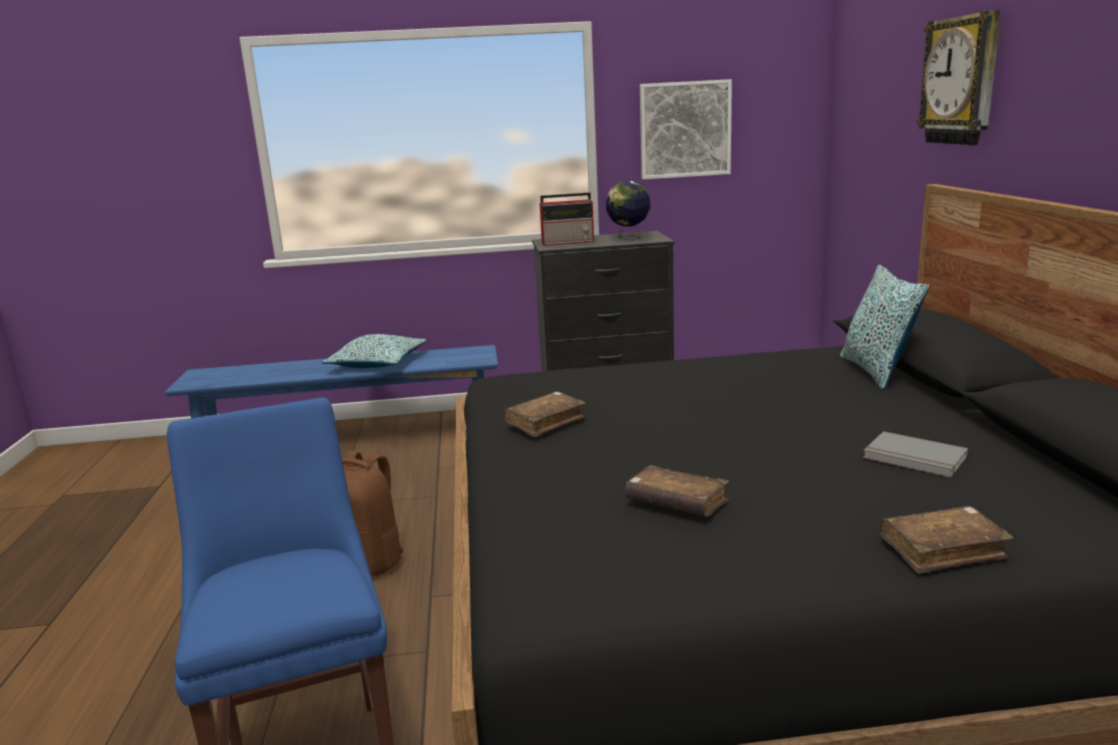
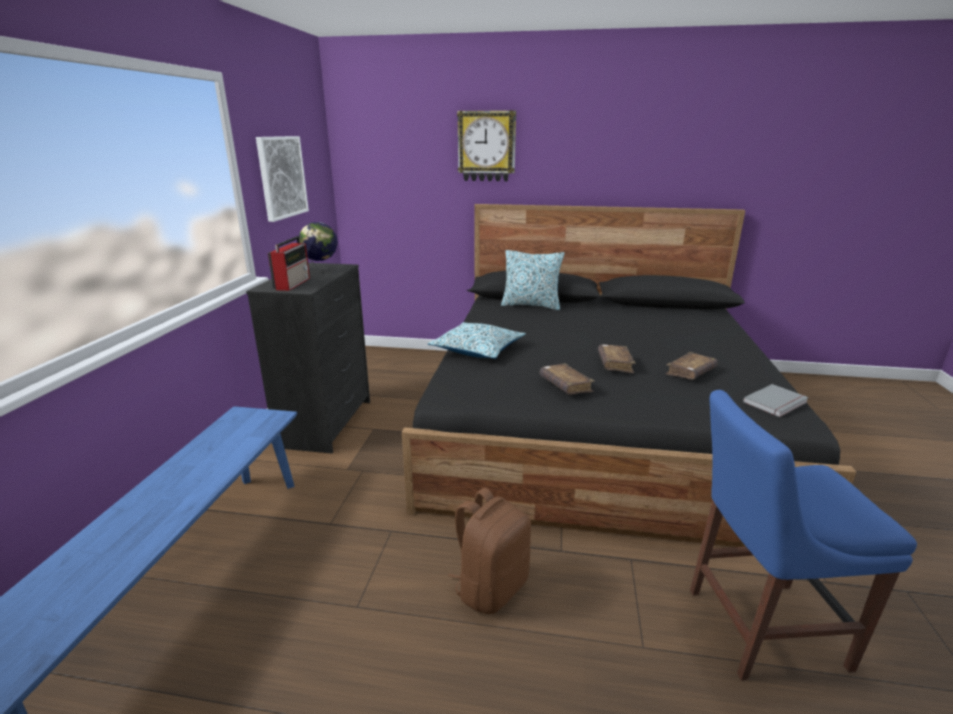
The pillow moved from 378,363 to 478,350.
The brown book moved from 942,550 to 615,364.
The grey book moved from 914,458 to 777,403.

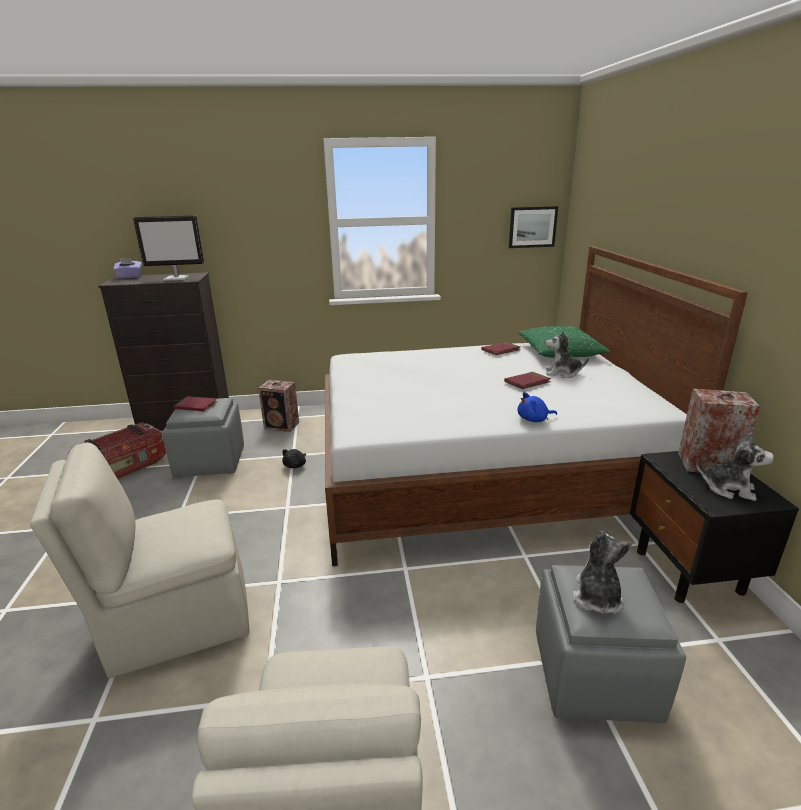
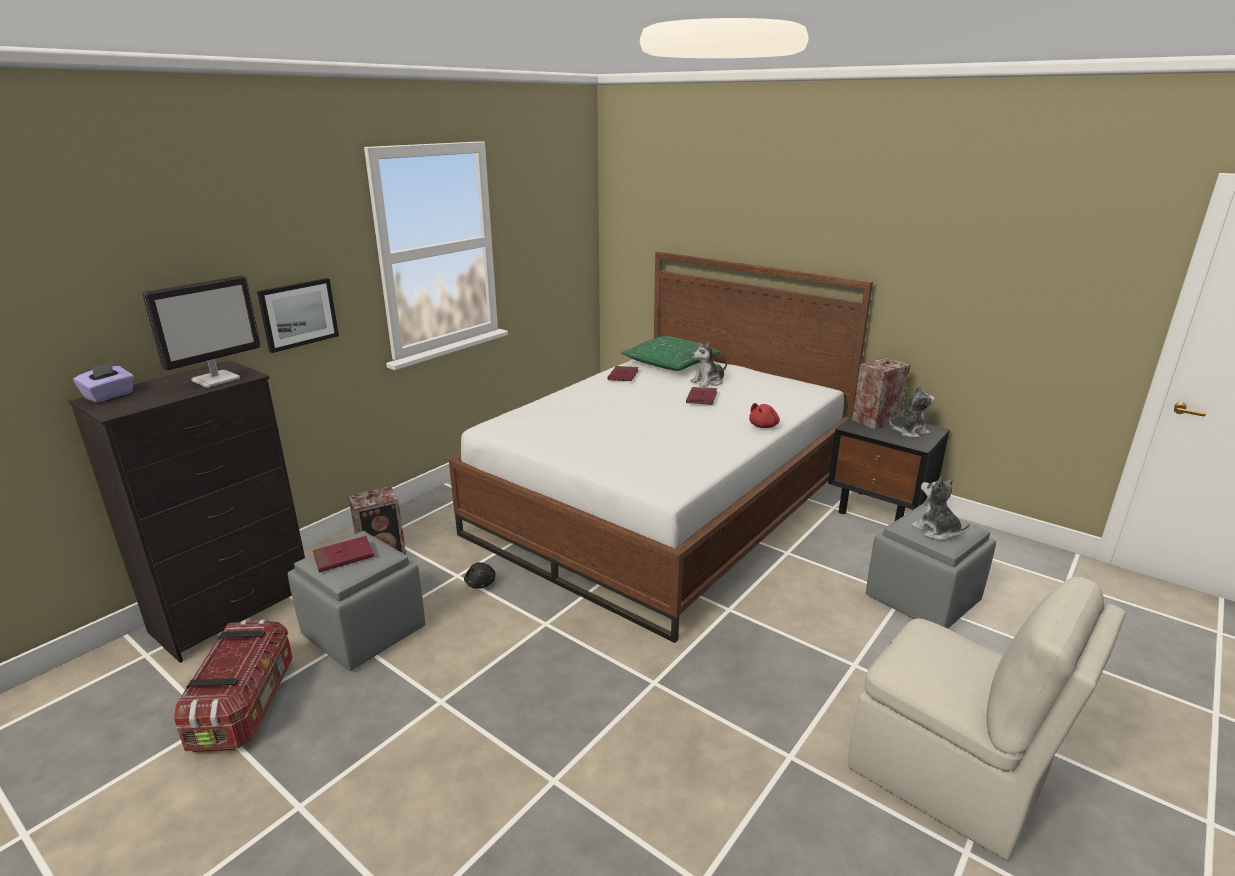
The picture moved from 532,227 to 298,314.
The blue plush toy at 534,419 became the red plush toy at 764,426.
The beige chair at 175,620 disappeared.

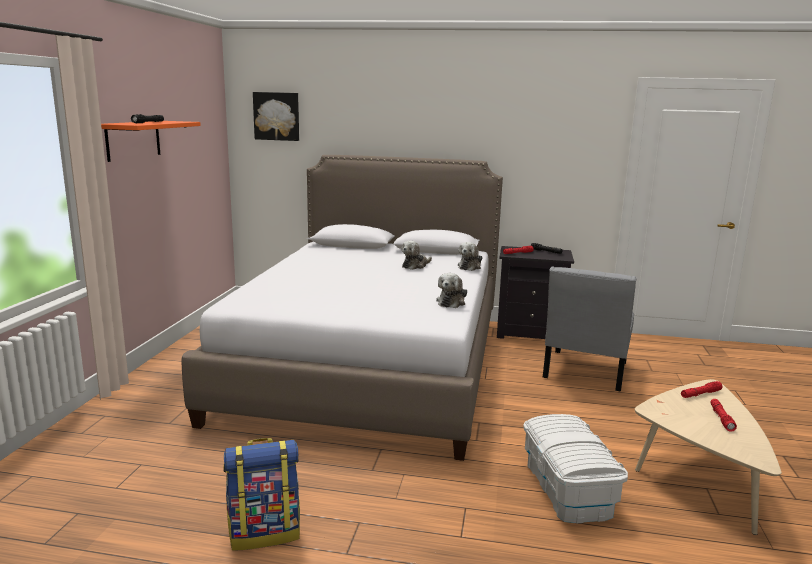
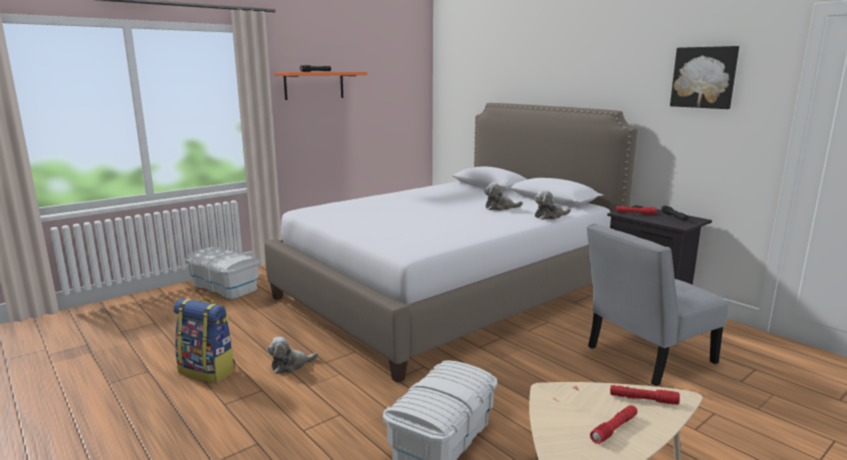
The white storage box at 224,287 appeared.
The plush toy moved from 451,302 to 290,365.
The picture moved from 277,116 to 704,77.

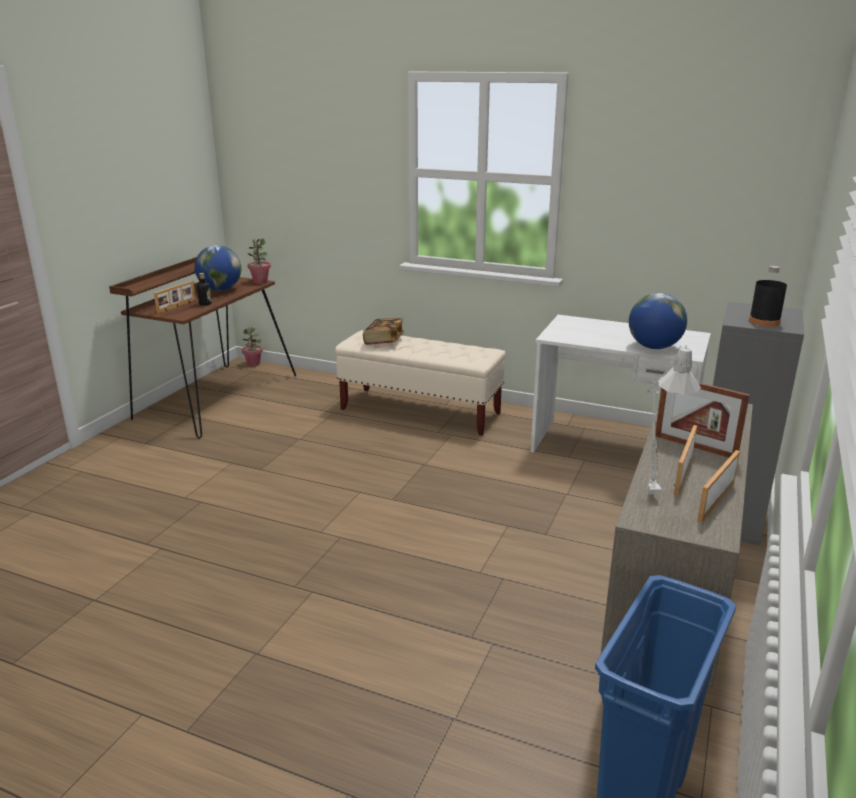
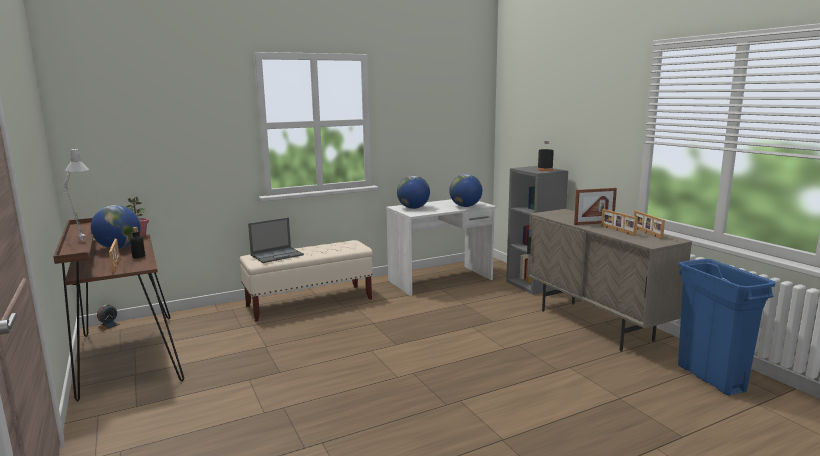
The grey table lamp moved from 649,489 to 79,240.
The potted plant at 253,364 was replaced by the alarm clock at 108,325.
The book at 384,341 was replaced by the laptop at 277,255.
The globe at 413,208 appeared.

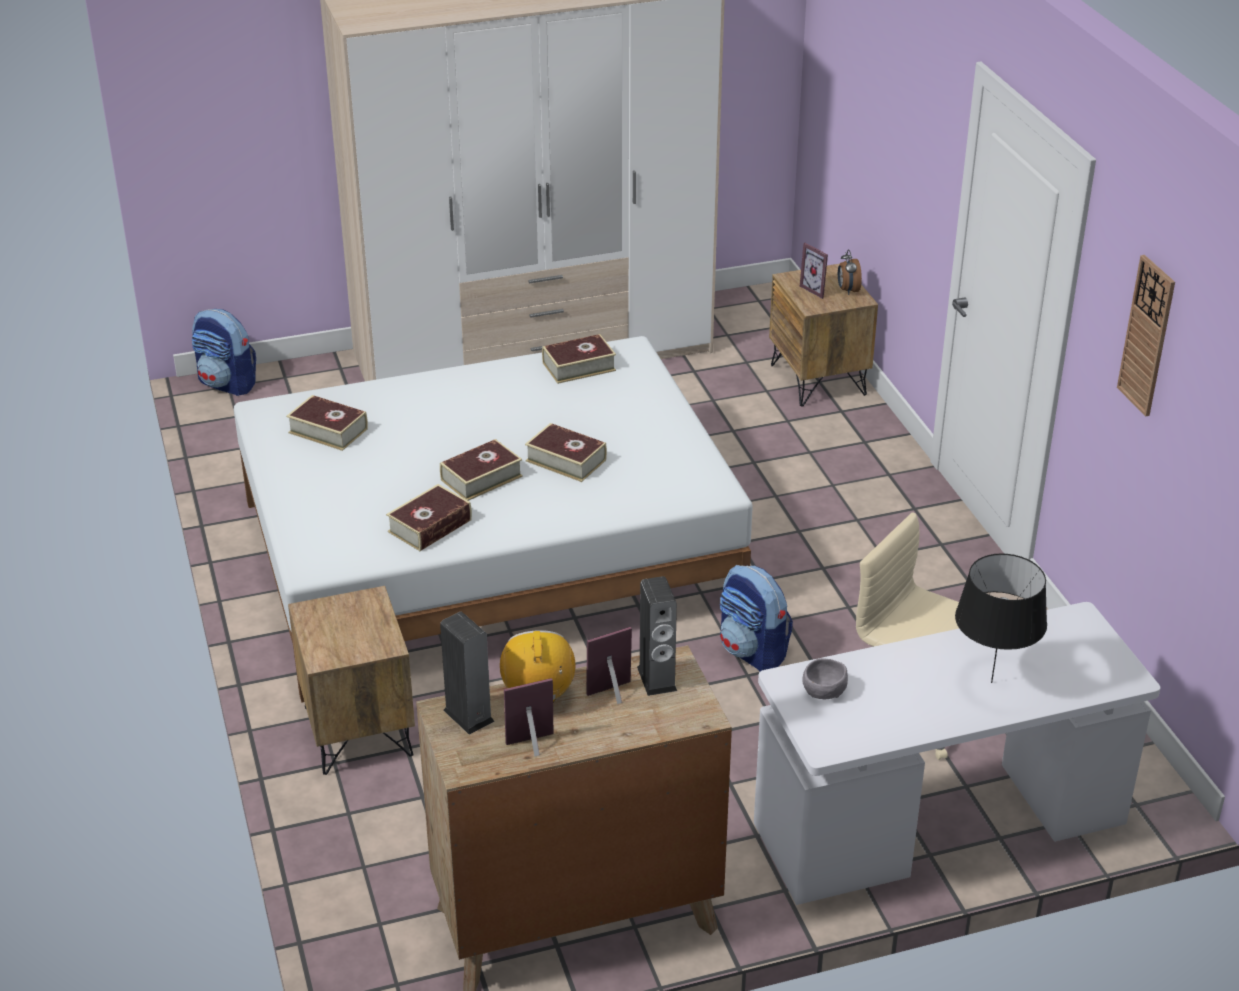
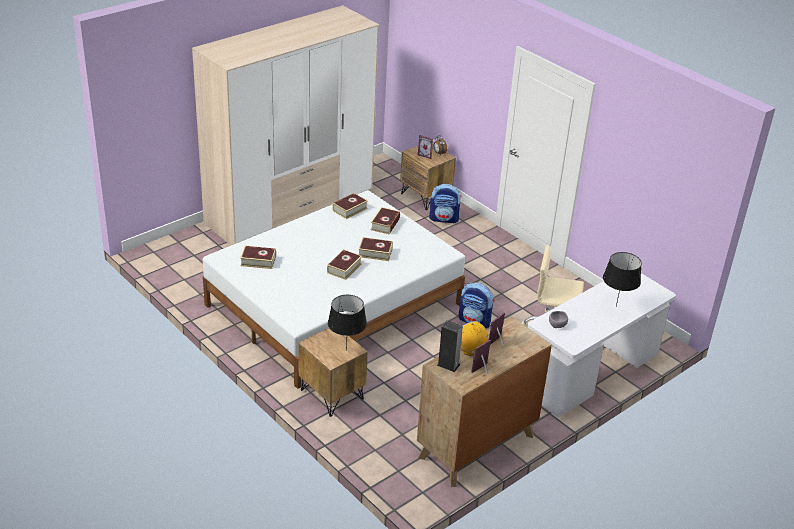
The black table lamp at 346,350 appeared.
The book moved from 430,526 to 385,224.
The backpack moved from 228,384 to 444,219.
The speaker at 657,678 disappeared.
The wall clock at 1147,336 disappeared.

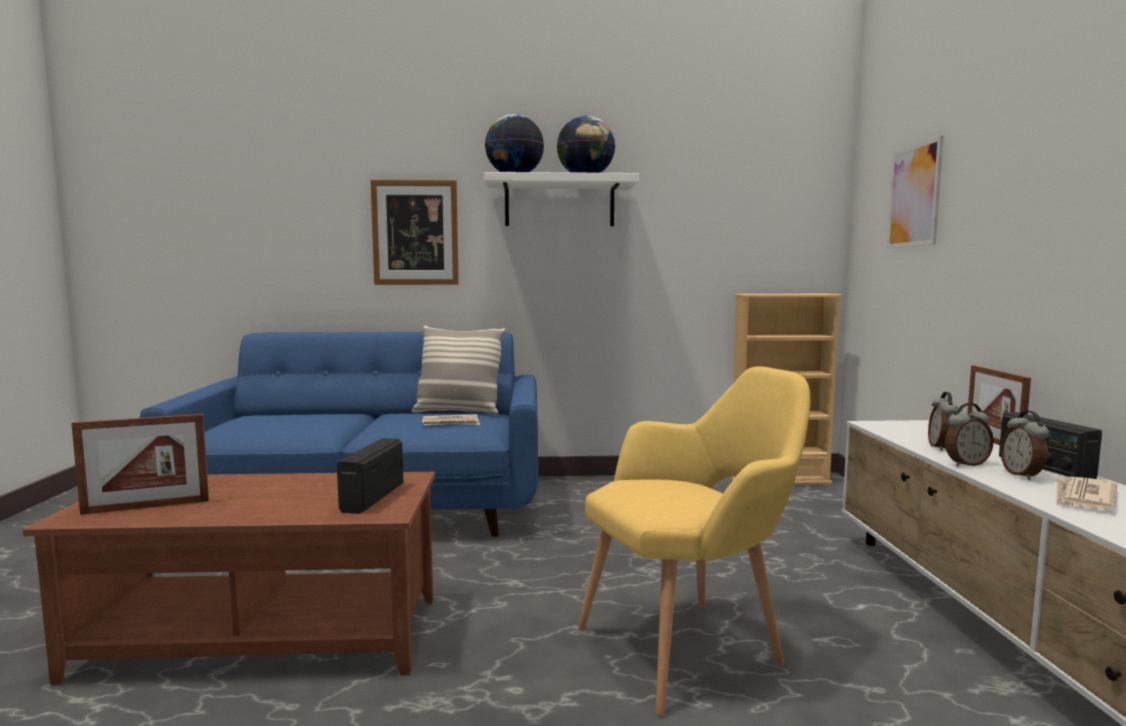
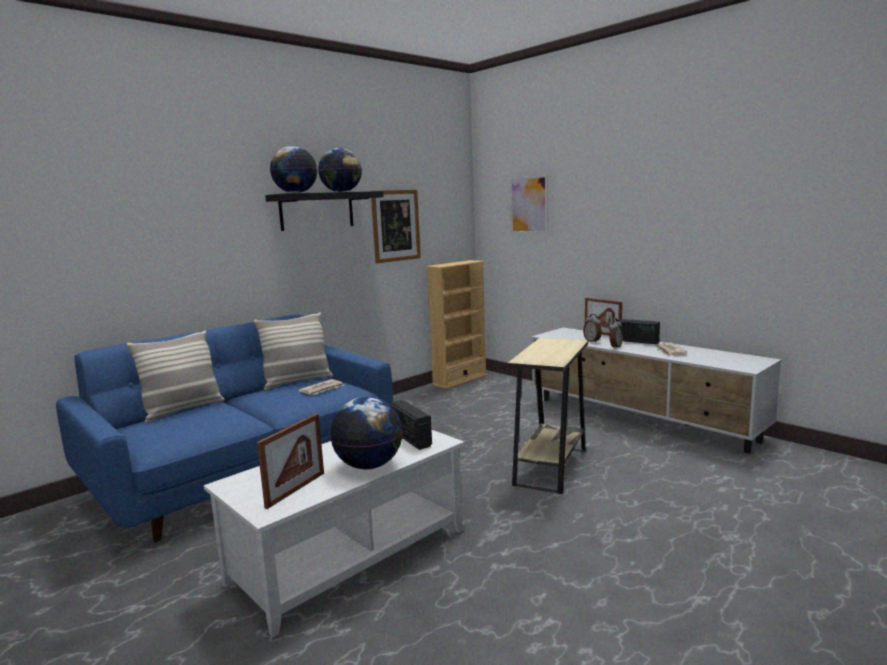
The pillow at 183,410 appeared.
The brown coffee table at 265,636 became the white coffee table at 349,555.
The white shelf at 559,203 became the black shelf at 317,211.
The globe at 369,465 appeared.
The picture moved from 415,233 to 395,225.
The yellow armchair at 692,647 was replaced by the beige side table at 550,467.
The alarm clock at 1022,475 disappeared.

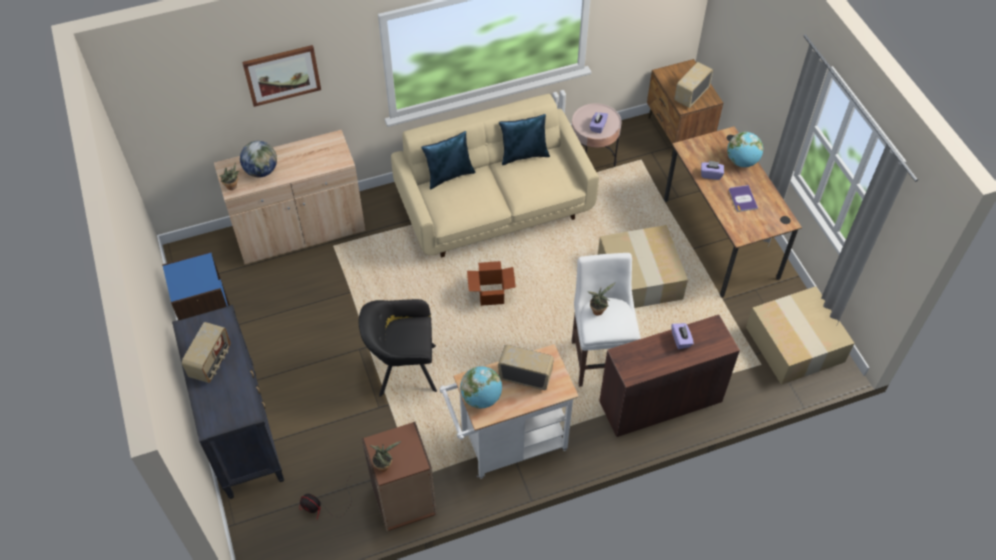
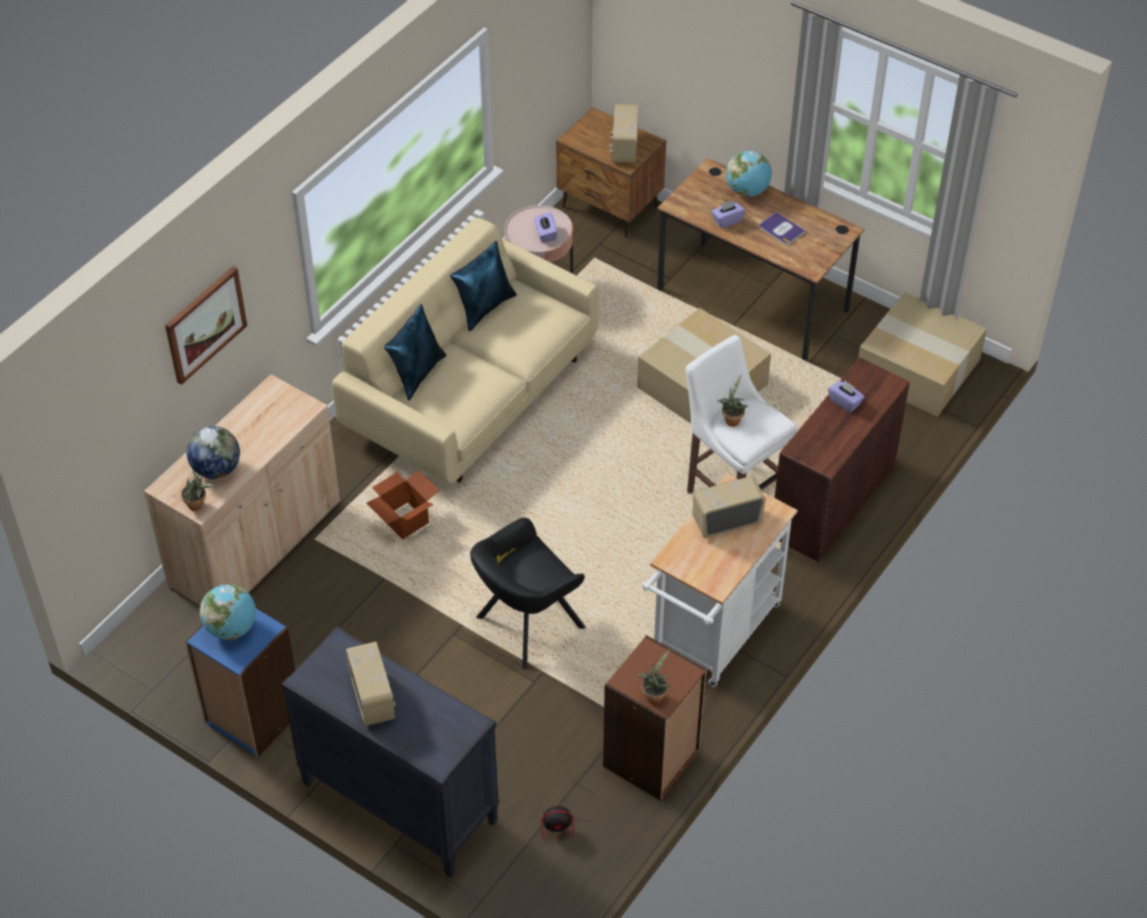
The globe moved from 481,398 to 231,628.
The cardboard box moved from 491,295 to 405,521.

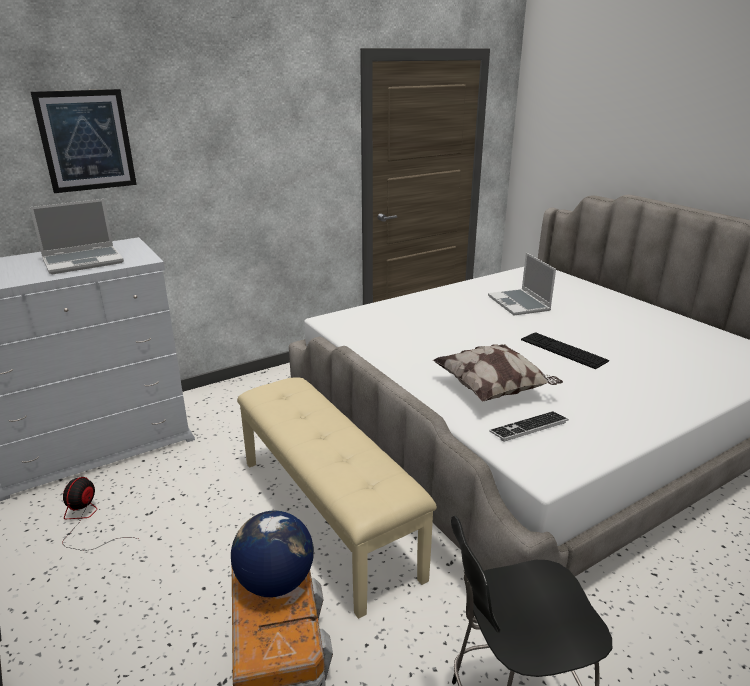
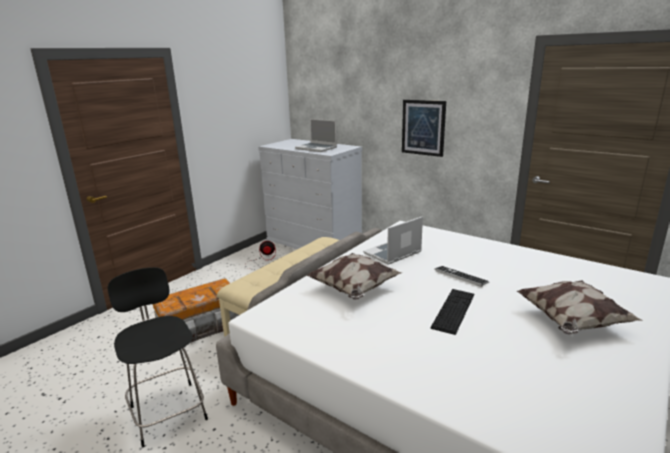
The laptop moved from 519,304 to 392,253.
The picture moved from 86,140 to 423,127.
The keyboard moved from 528,427 to 461,276.
The pillow at 571,322 appeared.
The globe at 275,582 disappeared.

